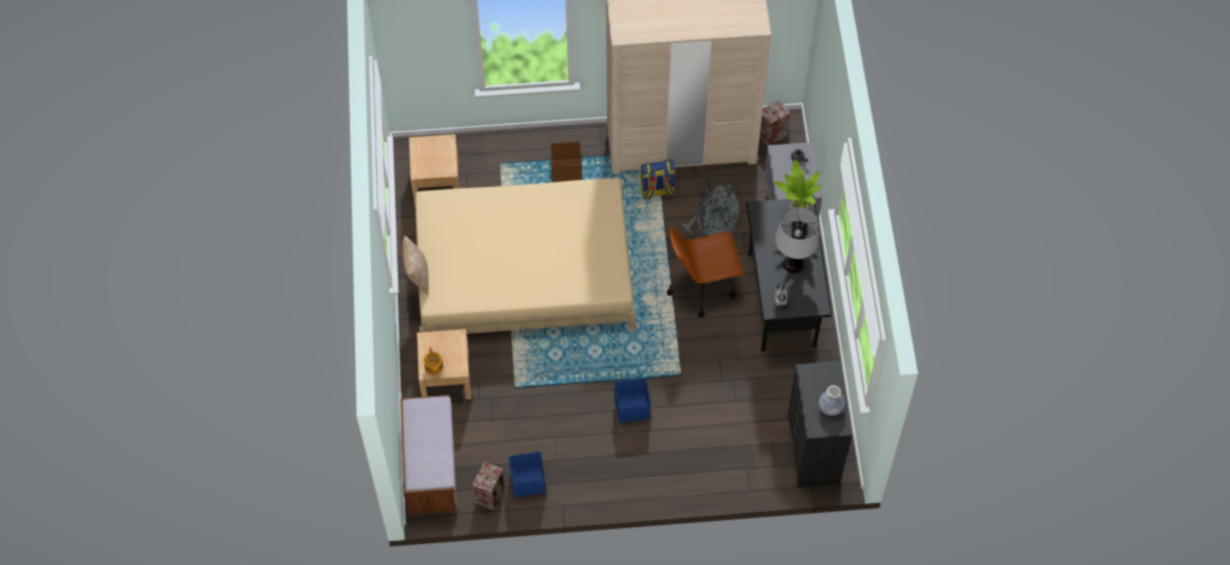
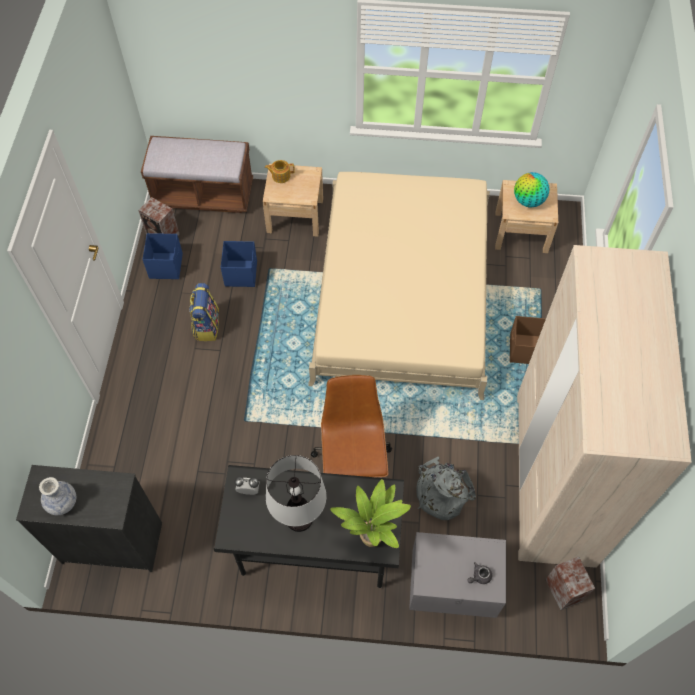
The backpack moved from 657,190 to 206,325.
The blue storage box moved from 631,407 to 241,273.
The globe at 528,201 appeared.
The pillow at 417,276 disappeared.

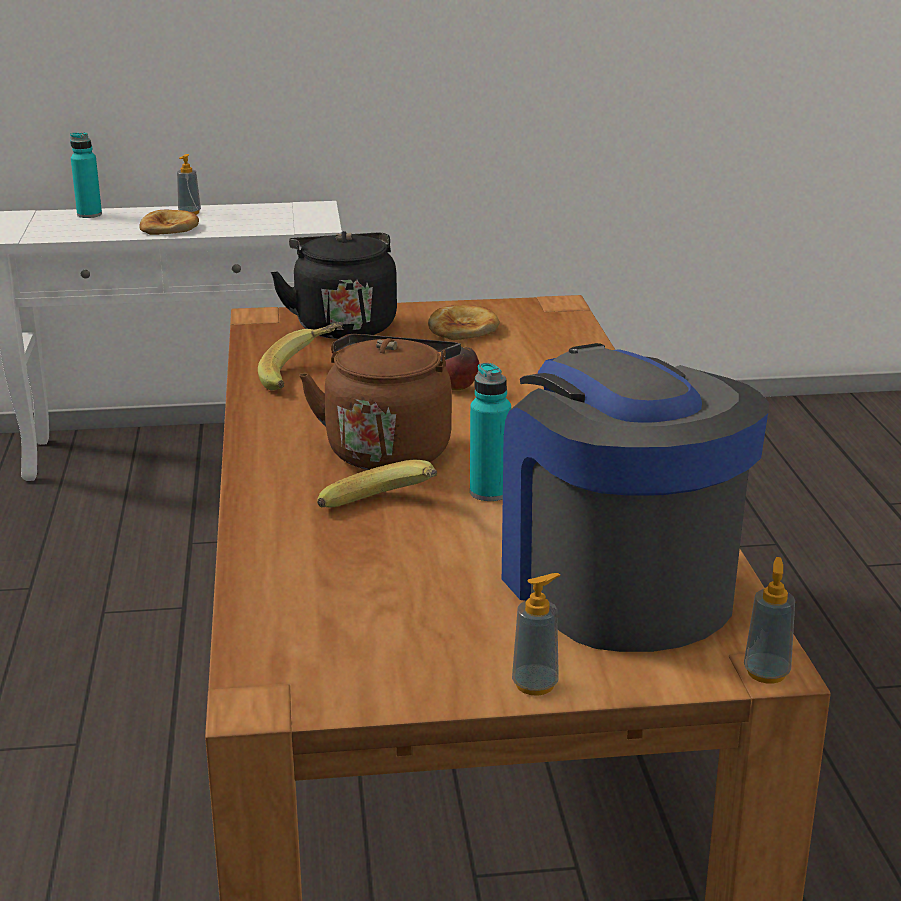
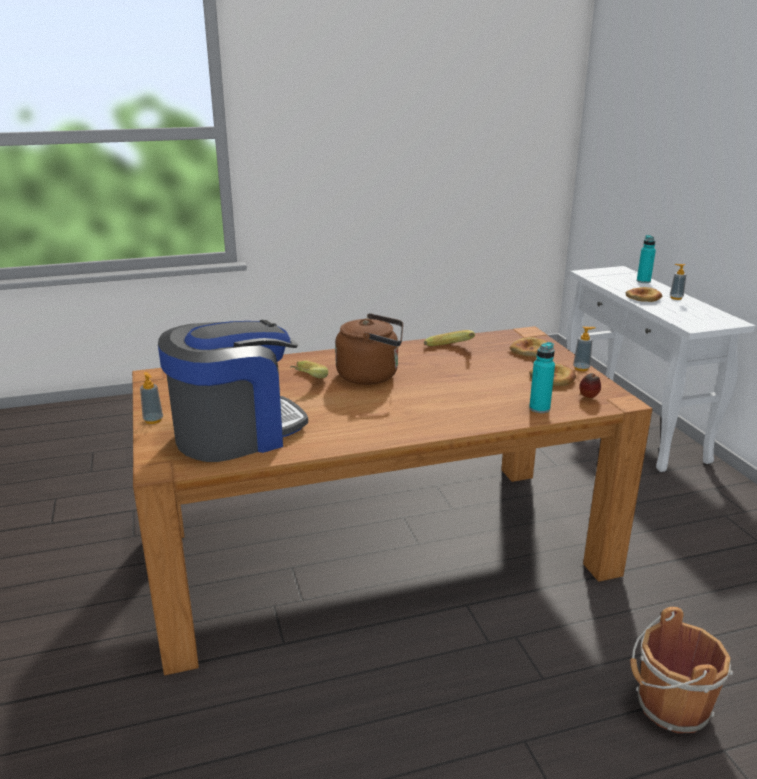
The black kettle at 343,325 was replaced by the bread at 531,351.
The turquoise bottle moved from 489,492 to 539,408.
The soap dispenser moved from 766,673 to 581,368.
The apple moved from 459,390 to 588,398.
The brown bucket at 669,707 appeared.

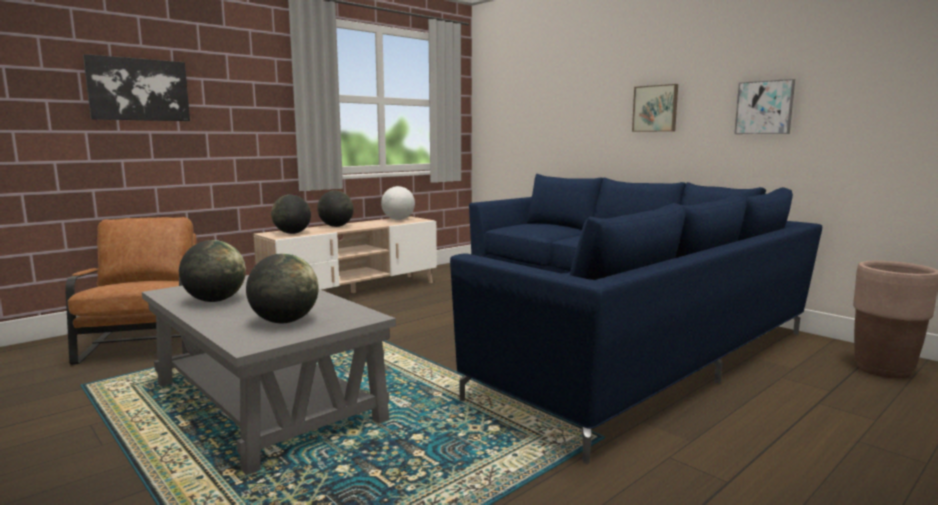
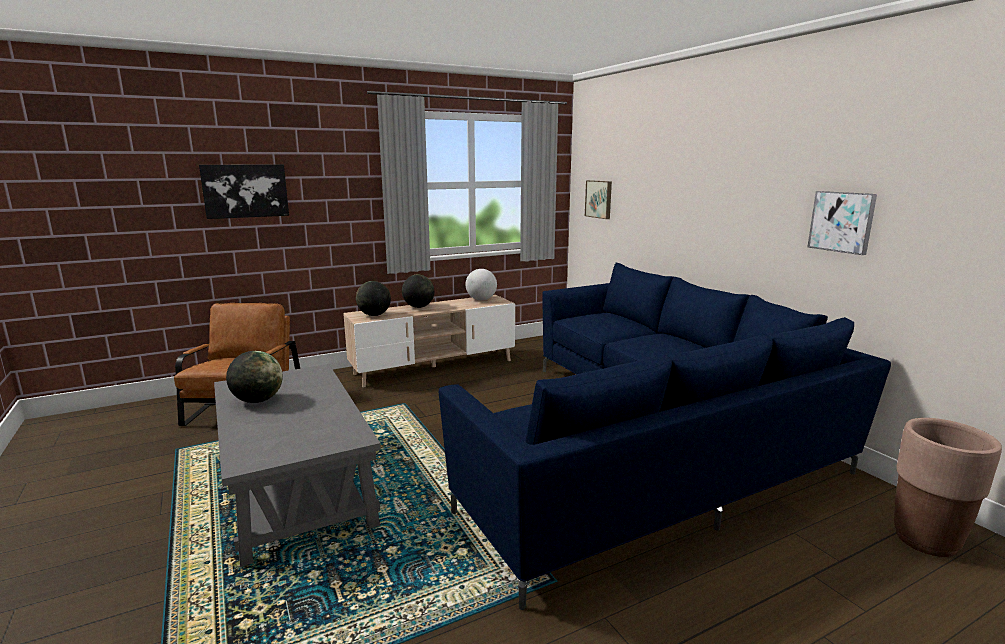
The picture moved from 655,108 to 599,199.
The globe at 284,321 disappeared.

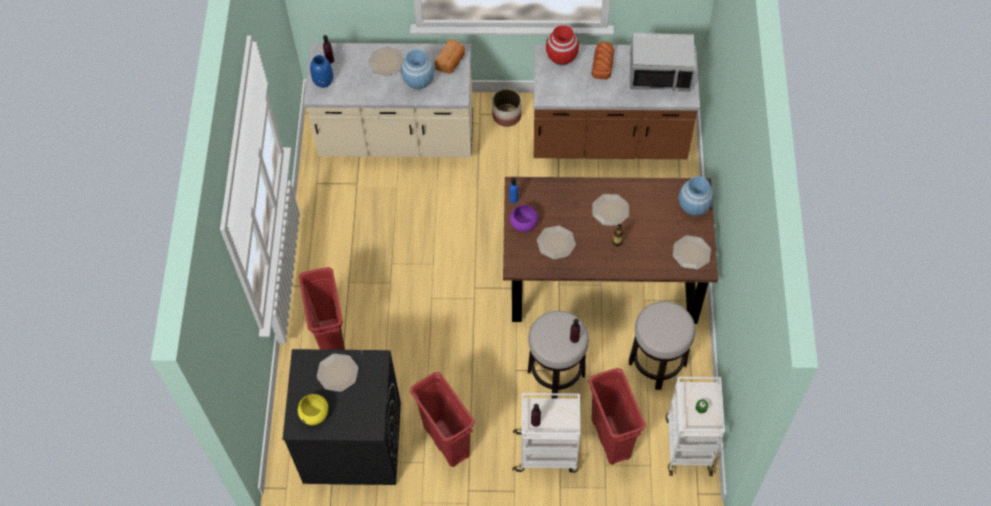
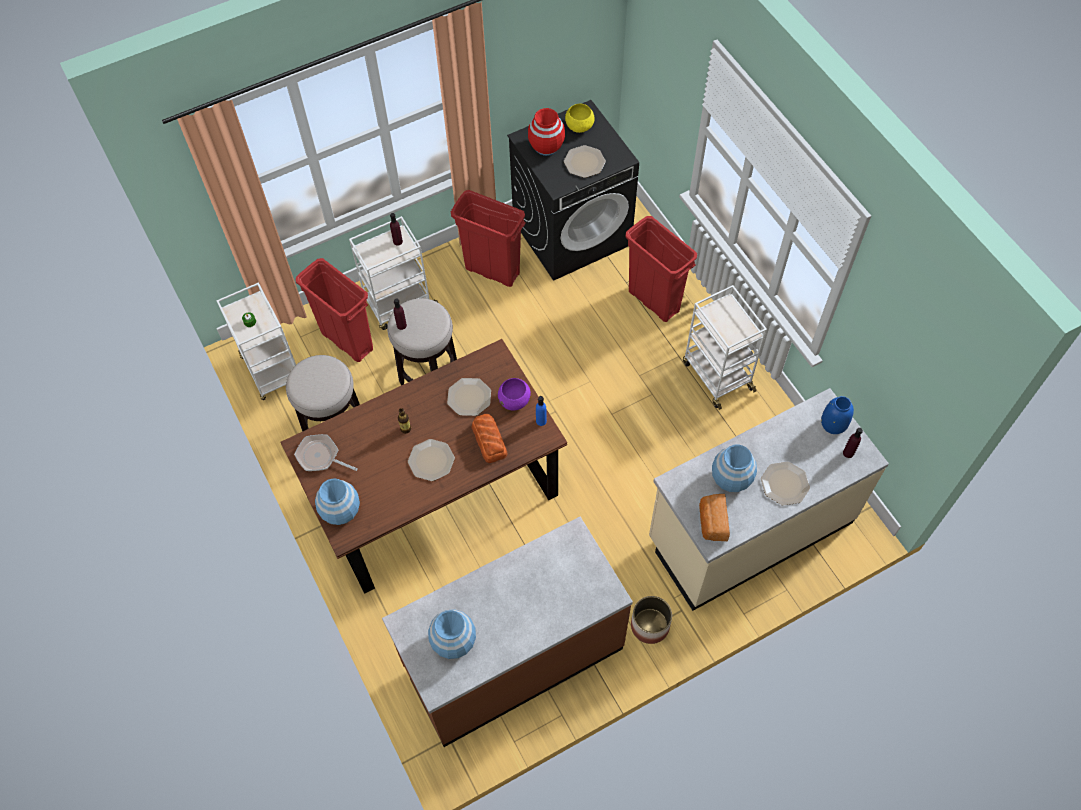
The plate at 691,252 was replaced by the frying pan at 321,457.
The grey microwave at 660,73 was replaced by the blue vase at 454,641.
The bread moved from 602,64 to 489,440.
The red vase moved from 561,57 to 546,146.
The white cart at 717,375 appeared.

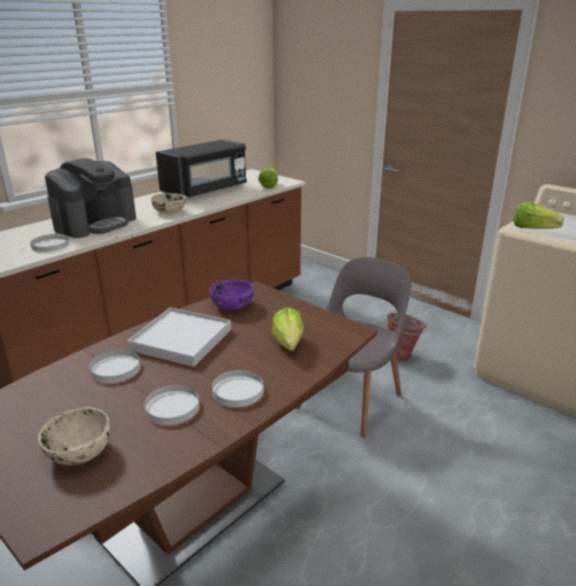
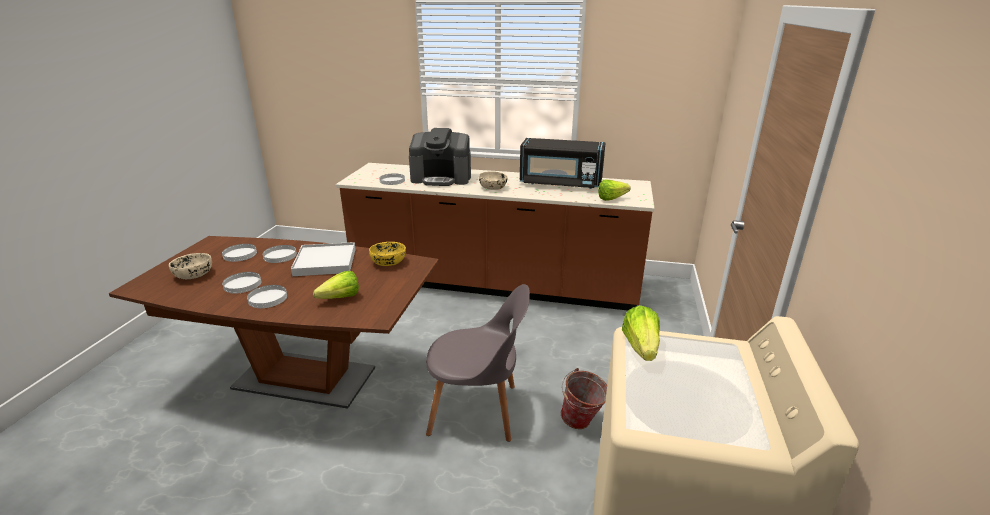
The white plate at 240,254 appeared.
The purple bowl at 232,304 became the yellow bowl at 389,262.

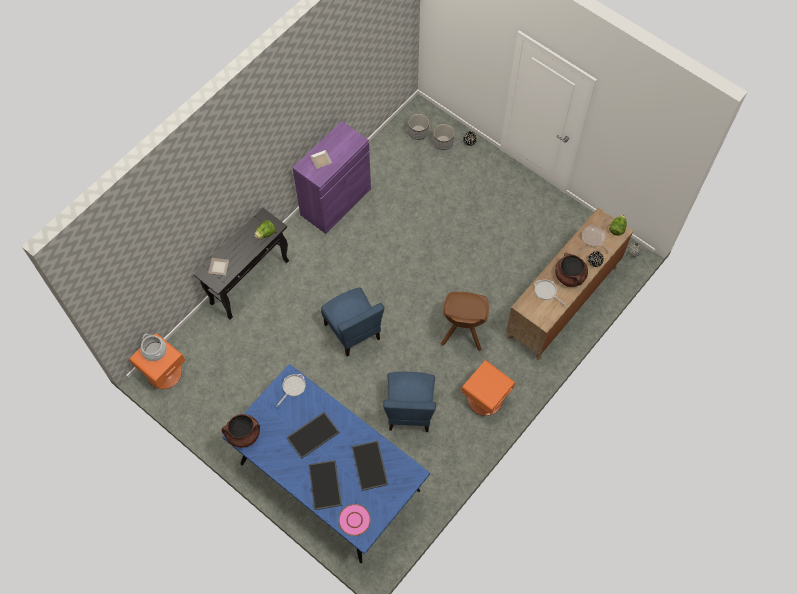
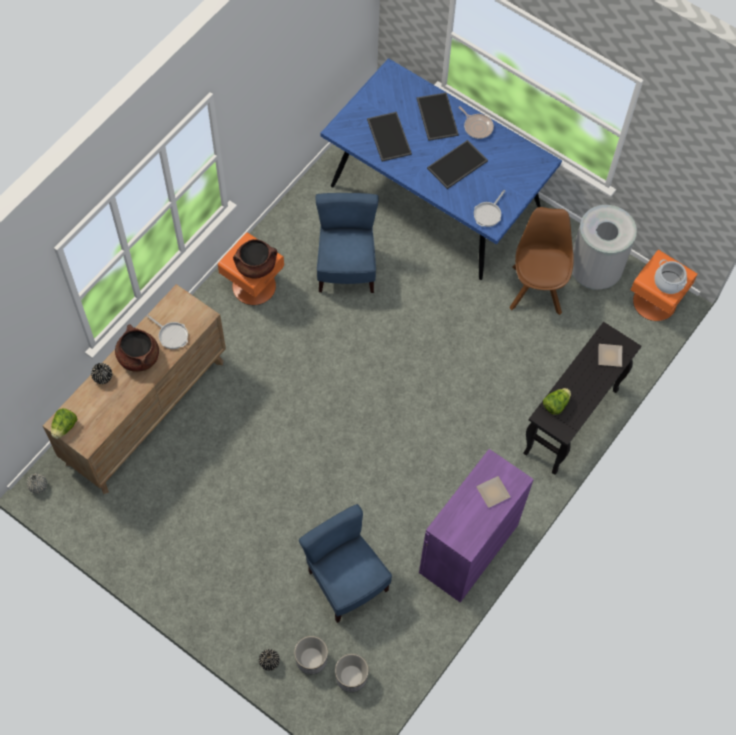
The brown cooking pot moved from 243,434 to 256,266.
The blue chair moved from 353,331 to 346,582.
The frying pan moved from 594,238 to 477,127.
The brown chair moved from 462,331 to 537,287.
The grey trash can at 594,271 appeared.
The pink plate at 354,520 disappeared.

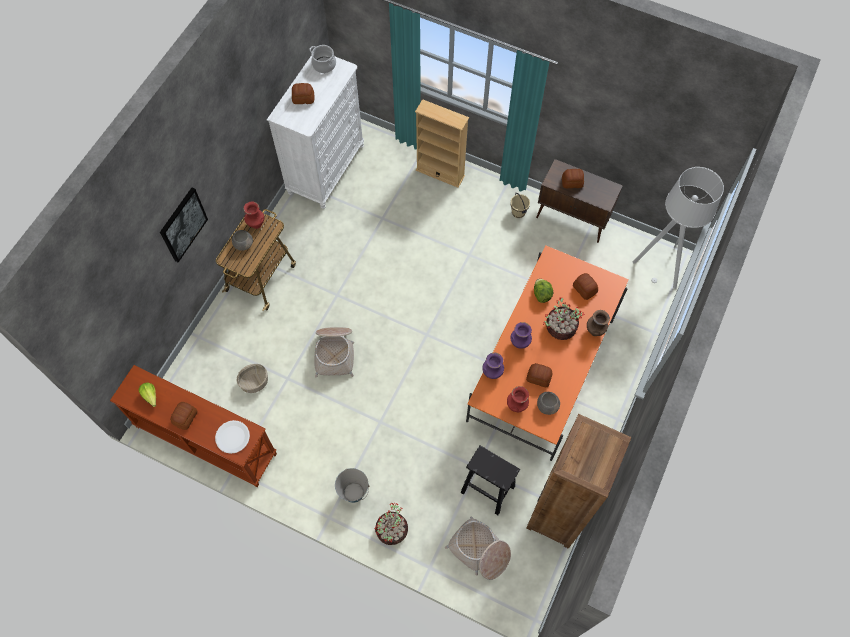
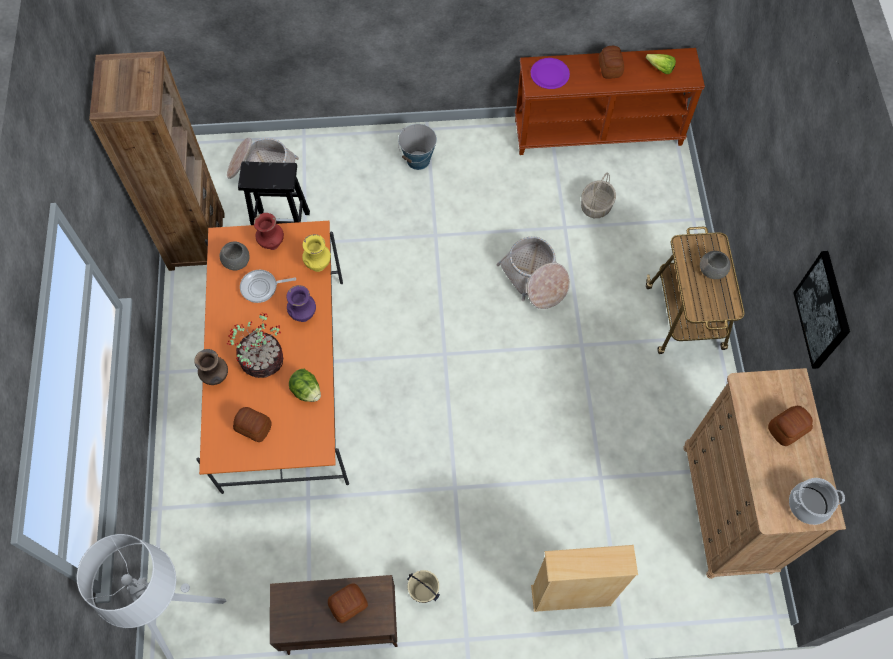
The bread at 538,377 was replaced by the frying pan at 261,287.
The purple vase at 492,373 became the yellow vase at 318,265.
The white plate at 232,437 became the purple plate at 549,74.
The white dresser at 326,169 became the brown dresser at 727,509.
The picture moved from 183,224 to 823,310.
The red vase at 256,224 disappeared.
The potted plant at 392,529 disappeared.

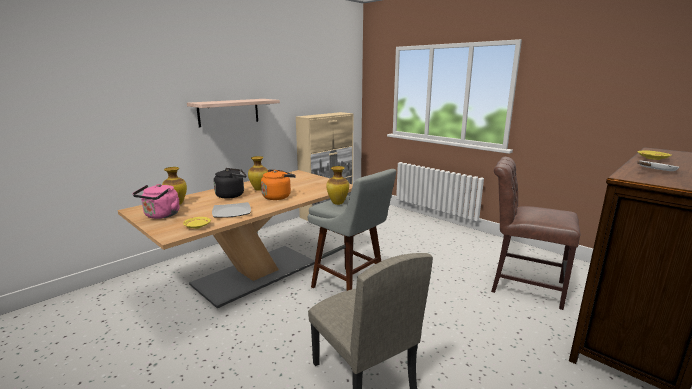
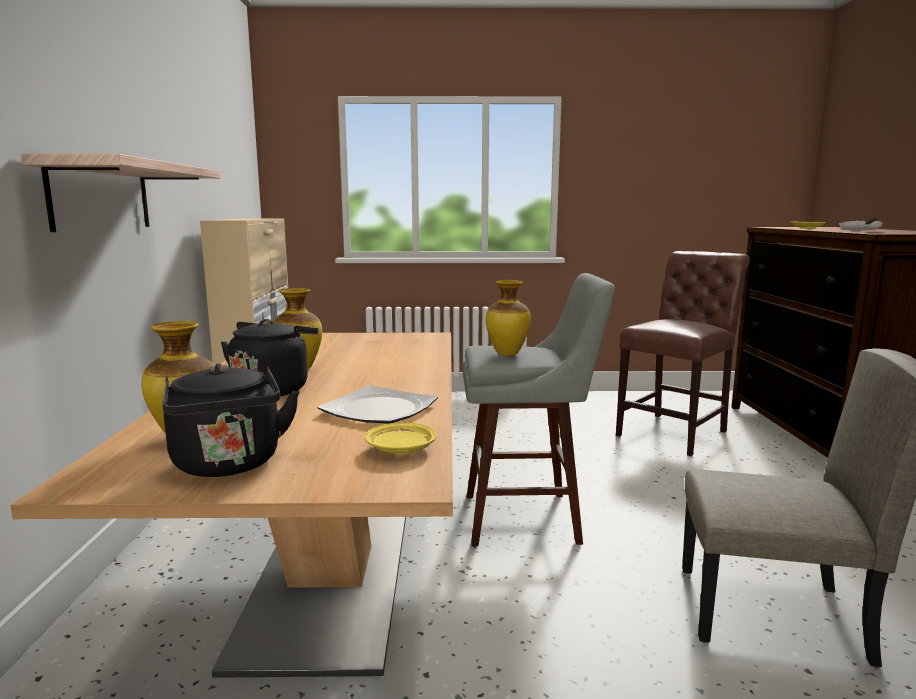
The pink kettle at 161,216 became the black kettle at 229,465.
The brown chair at 522,285 turned 150 degrees clockwise.
The orange kettle at 278,196 disappeared.

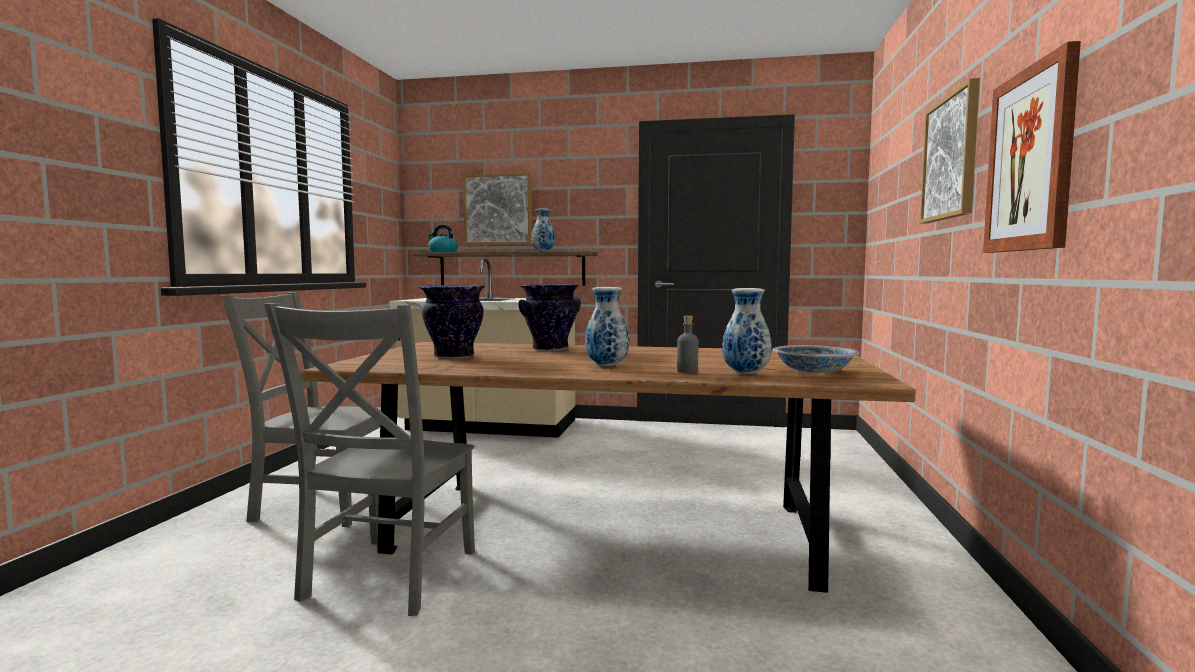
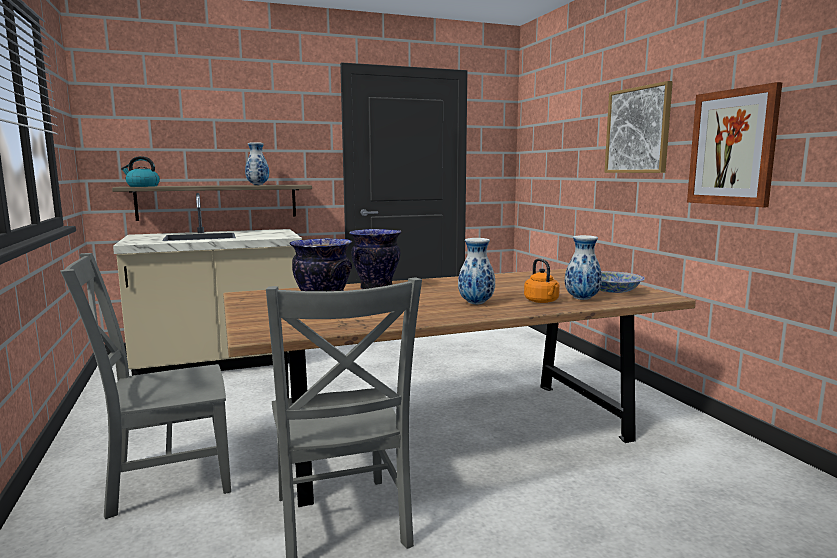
The grey bottle at 687,371 was replaced by the orange kettle at 542,301.
The picture at 498,209 disappeared.

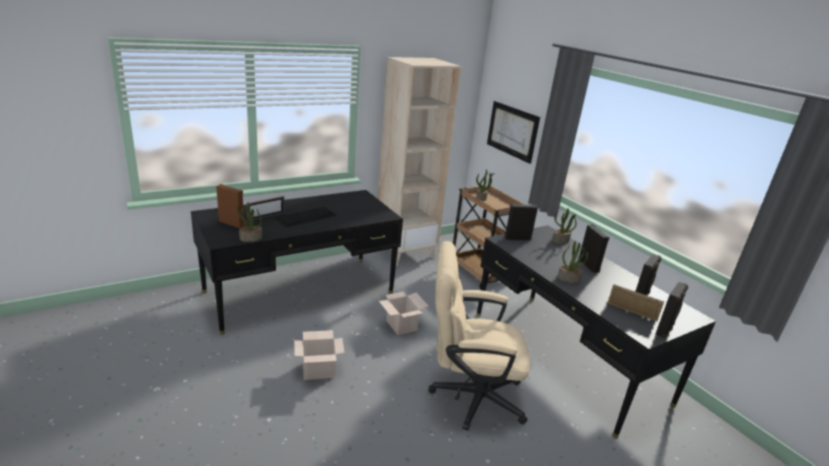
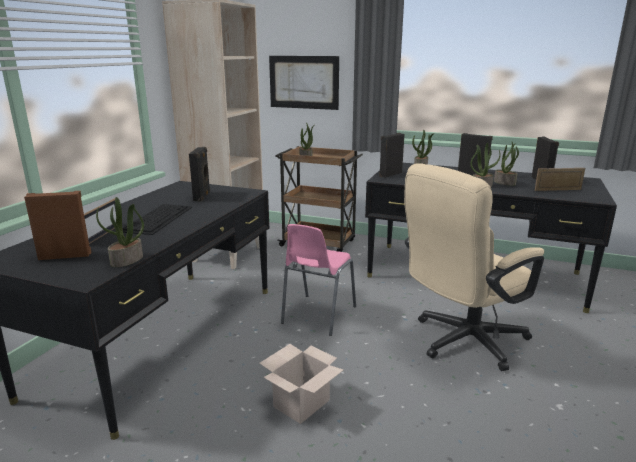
The black speaker moved from 665,330 to 202,196.
The cardboard box at 400,325 was replaced by the pink chair at 317,315.
The potted plant at 505,183 appeared.

